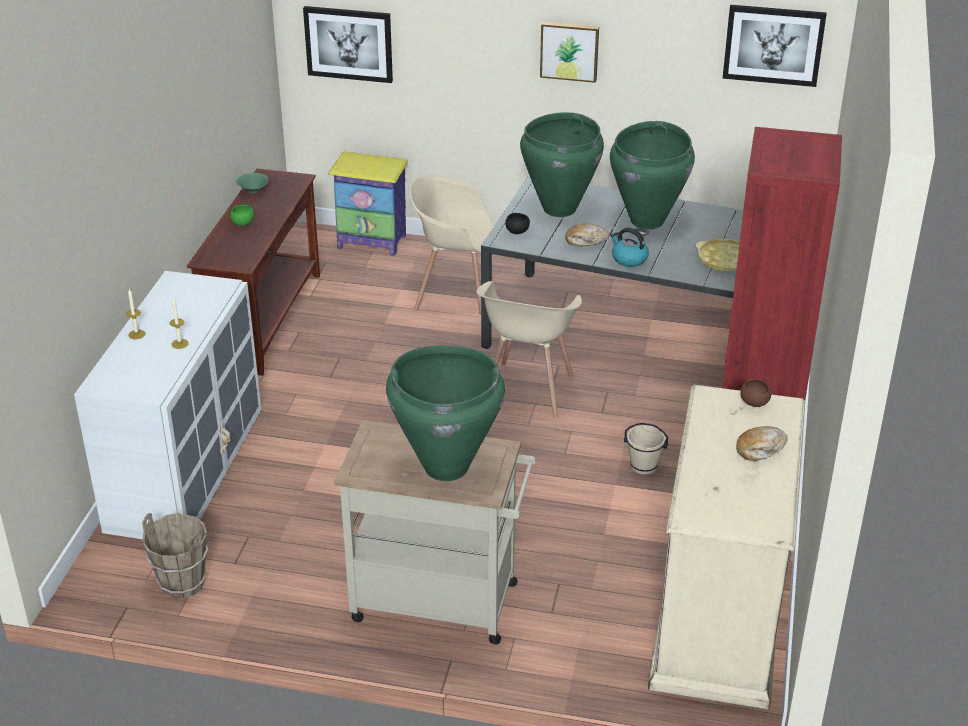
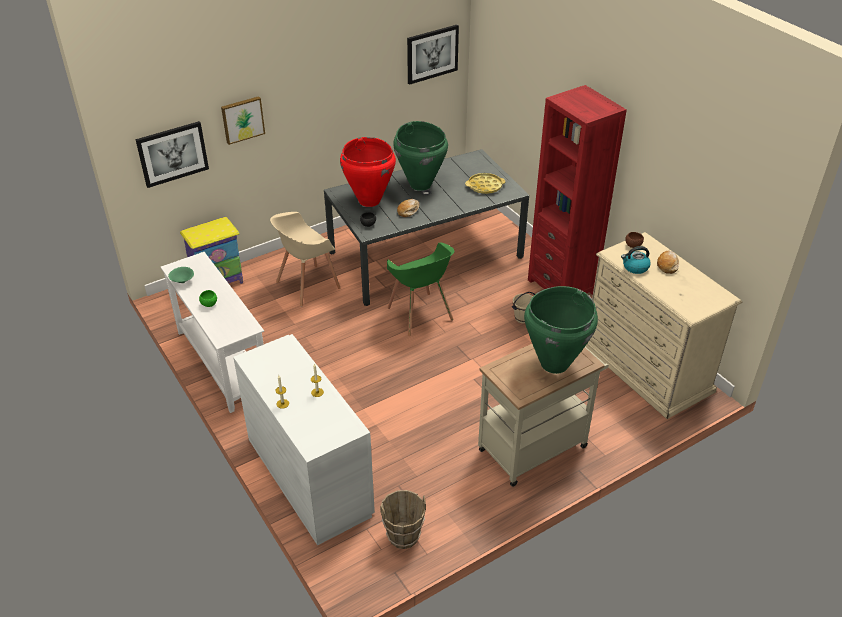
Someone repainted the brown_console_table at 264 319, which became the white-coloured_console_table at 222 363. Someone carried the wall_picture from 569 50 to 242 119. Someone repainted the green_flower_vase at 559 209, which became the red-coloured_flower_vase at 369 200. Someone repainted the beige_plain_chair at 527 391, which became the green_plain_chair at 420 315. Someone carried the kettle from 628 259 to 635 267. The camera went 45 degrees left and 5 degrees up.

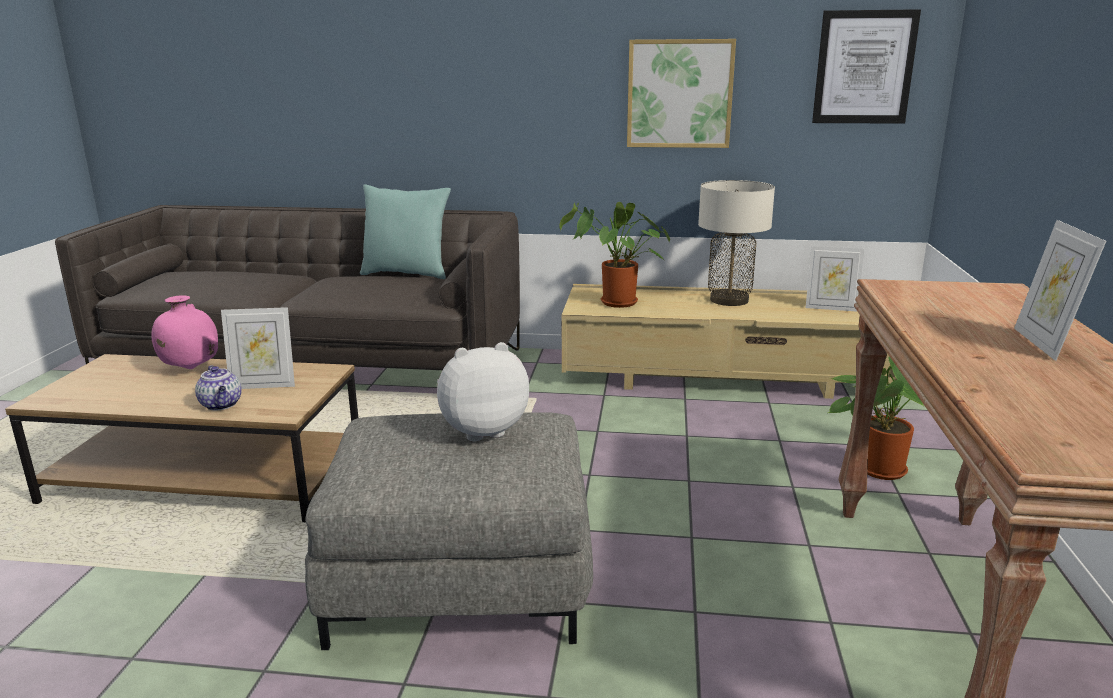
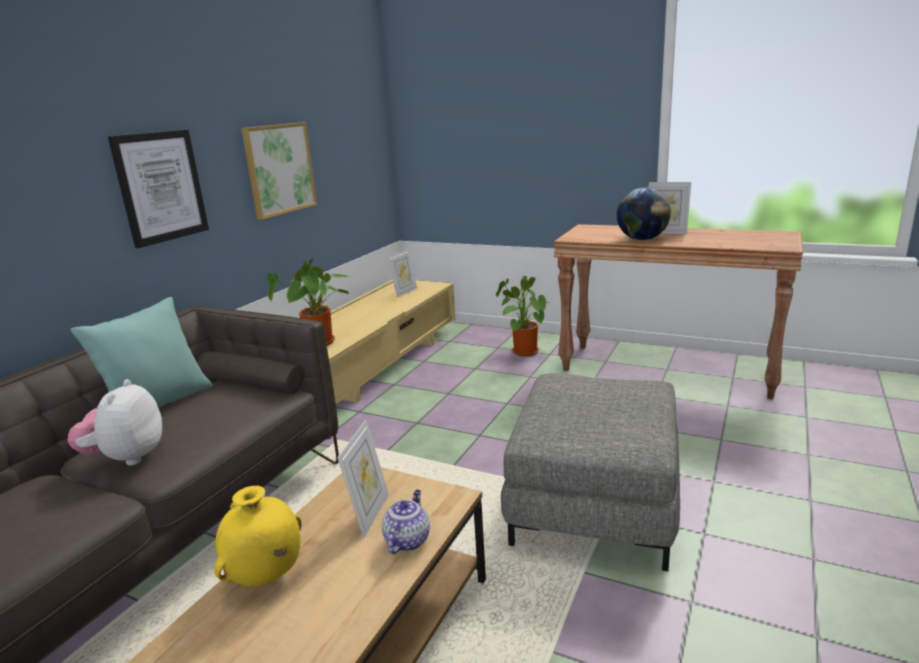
Someone carried the cuddly_toy from 481 430 to 127 458. Someone carried the wall_picture from 864 67 to 161 187. Someone repainted the pinkish_flower_vase at 190 369, which became the yellow_flower_vase at 266 577. Someone rotated the tea_pot at 222 405 by 60 degrees counterclockwise. Someone put down the globe at 641 239. Someone took away the lamp_for_a_table at 729 300. The camera went 70 degrees left and 0 degrees up.

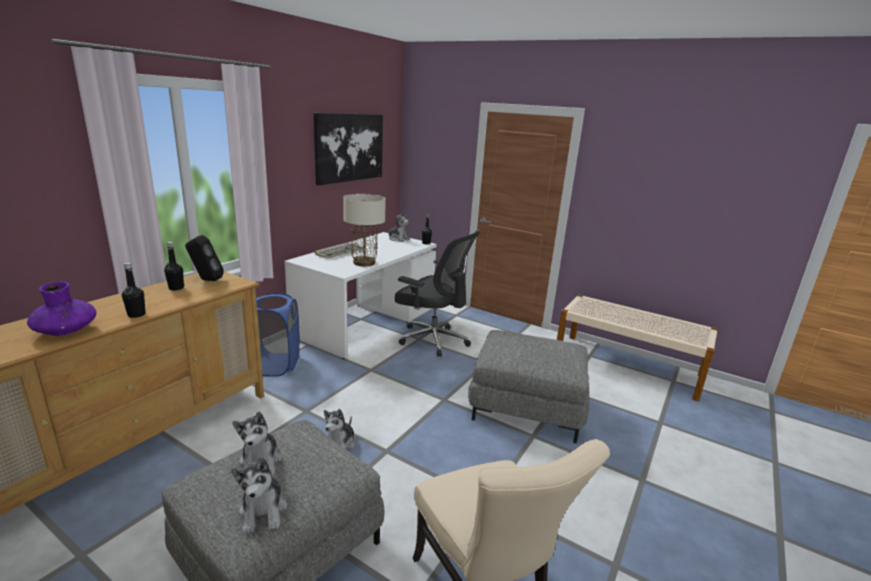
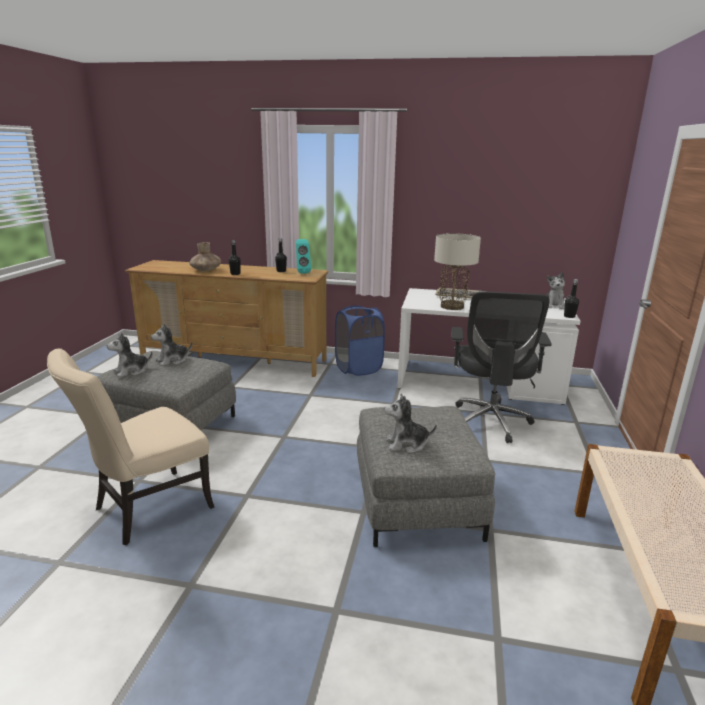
Someone repainted the purple-coloured_flower_vase at 66 331, which became the brown_flower_vase at 206 270. Someone repainted the black_audio_speaker at 206 280, which became the blue-green_audio_speaker at 302 272. Someone carried the cuddly_toy from 340 444 to 406 444. Someone took away the wall_picture at 349 147. The camera went 70 degrees right and 0 degrees up.

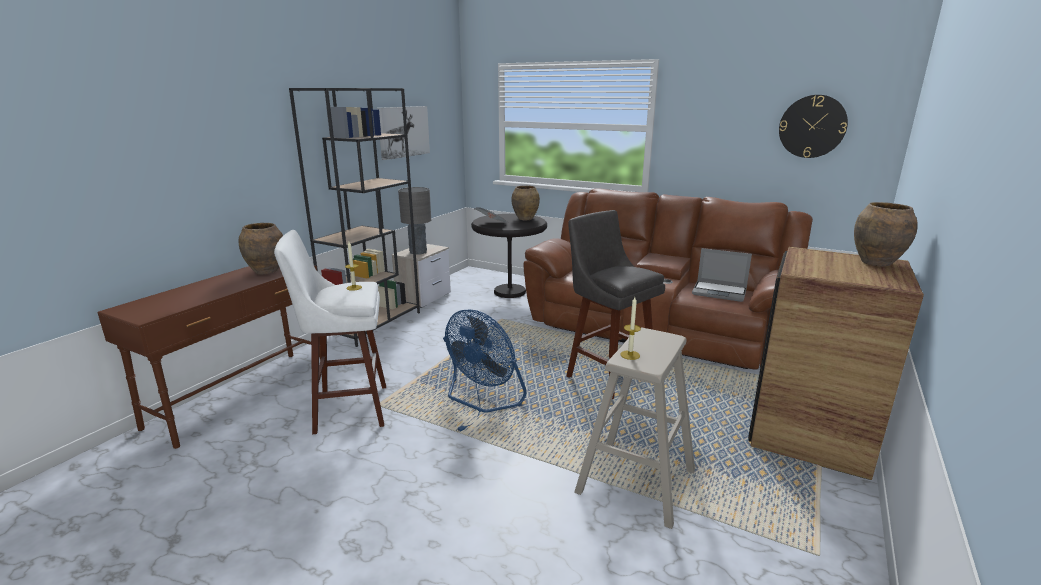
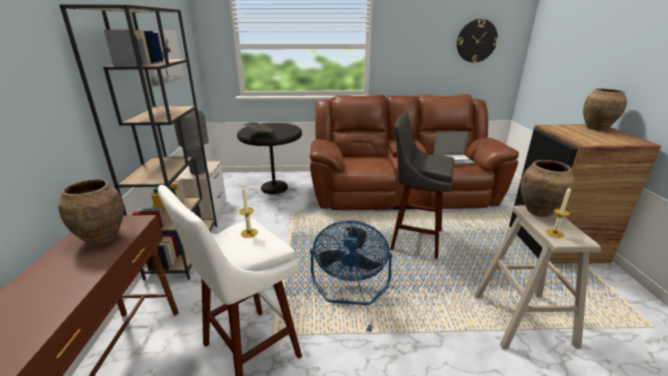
Someone carried the brown_flower_vase from 525 219 to 539 212. The camera went 30 degrees left and 5 degrees up.

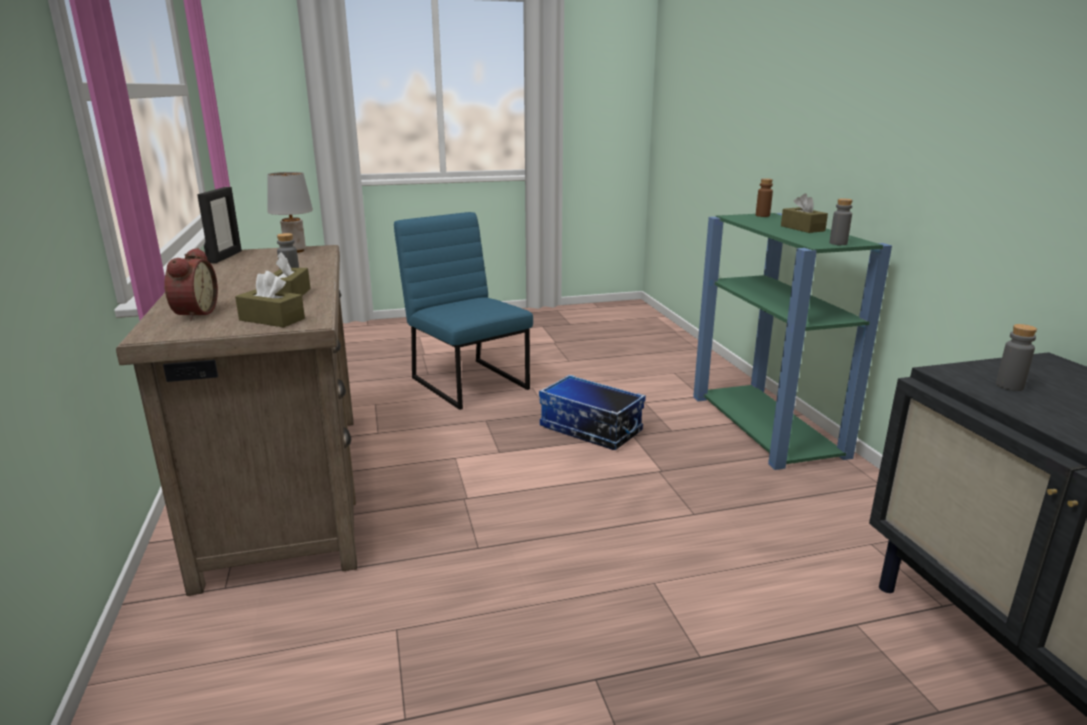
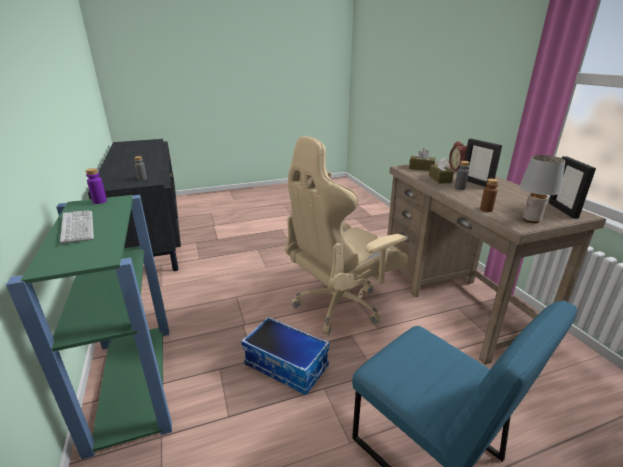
Someone swapped the brown_tissue_box at 802 228 for the computer_keyboard at 78 227. Someone repainted the greyish_beverage_bottle at 838 243, which became the purple-coloured_beverage_bottle at 100 201. Someone put down the beige_desk_chair at 342 304. Someone put down the photo_frame at 476 183. Someone carried the brown_beverage_bottle from 762 215 to 486 209. The camera went 175 degrees right and 5 degrees up.

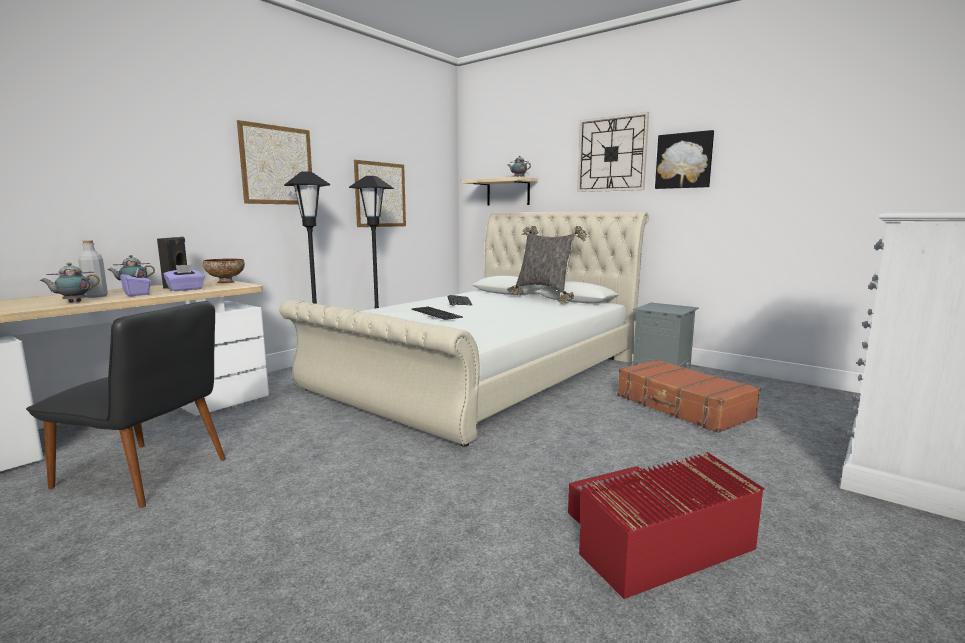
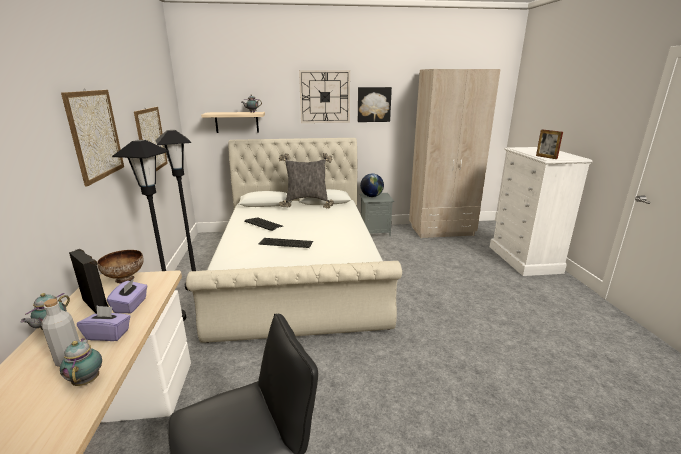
Someone rotated the tea_pot at 73 302 by 150 degrees clockwise. Someone put down the globe at 371 196. Someone put down the beige_clothes_cupboard at 442 230. Someone put down the photo_frame at 546 157. Someone took away the red-coloured_storage_bin at 650 540. Someone took away the brown_travel_case at 682 407. The camera went 45 degrees left and 10 degrees up.

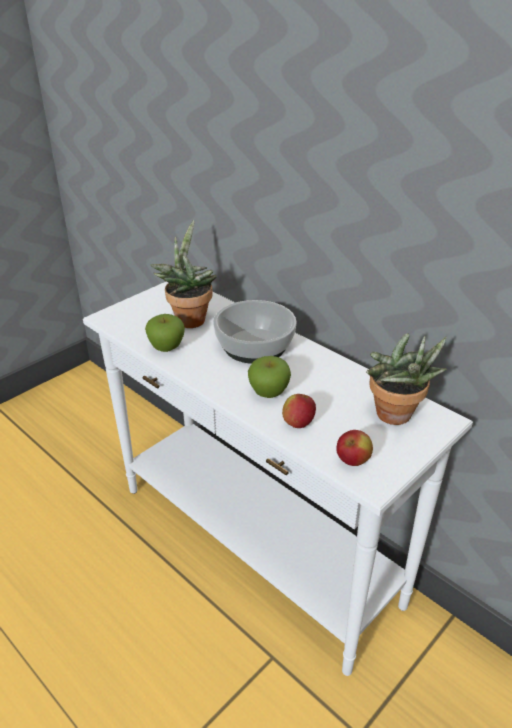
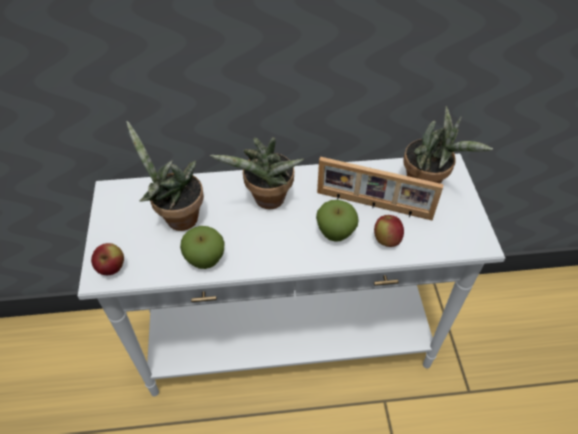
Someone carried the whole_apple from 353 461 to 111 268. Someone swapped the bowl at 255 346 for the houseplant at 267 202. Someone put down the photo_frame at 373 206. The camera went 50 degrees left and 15 degrees up.

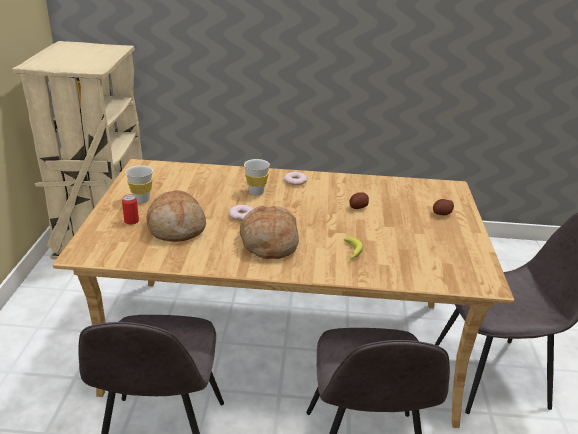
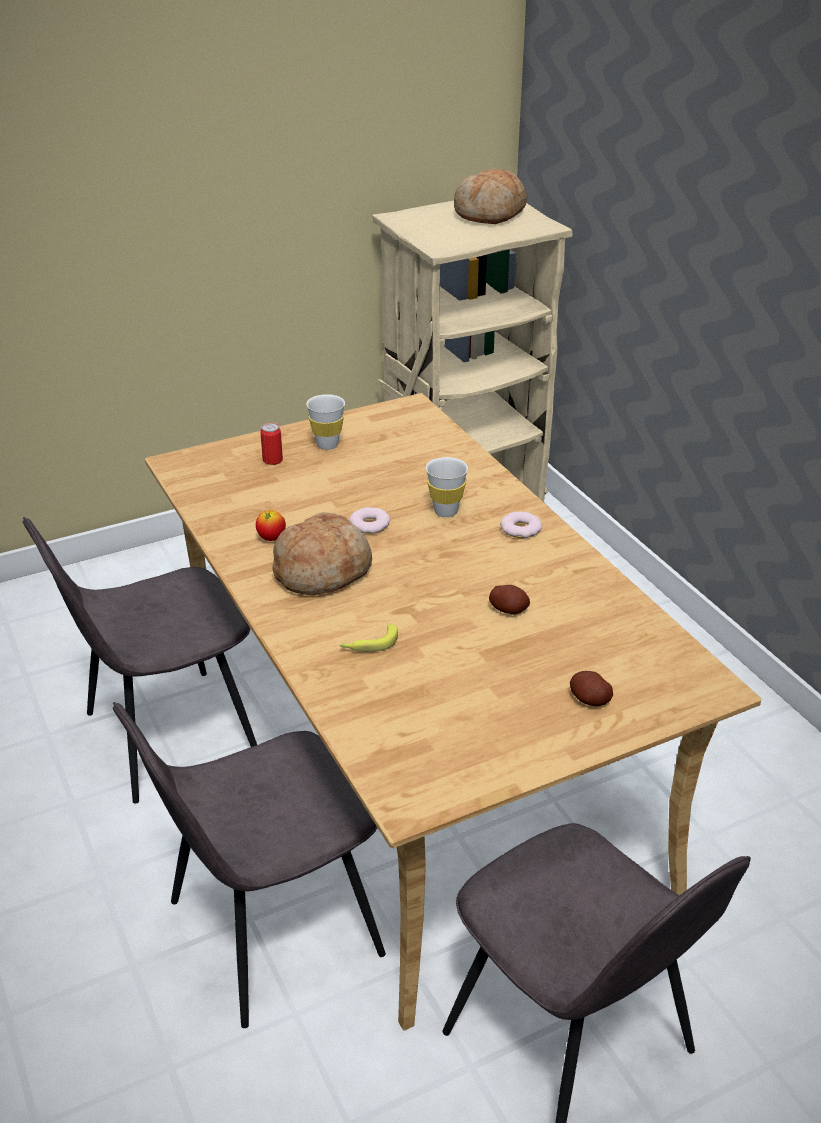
Someone put down the whole_apple at 271 538. Someone carried the bakery_bread from 176 227 to 490 213. The camera went 60 degrees right and 5 degrees up.

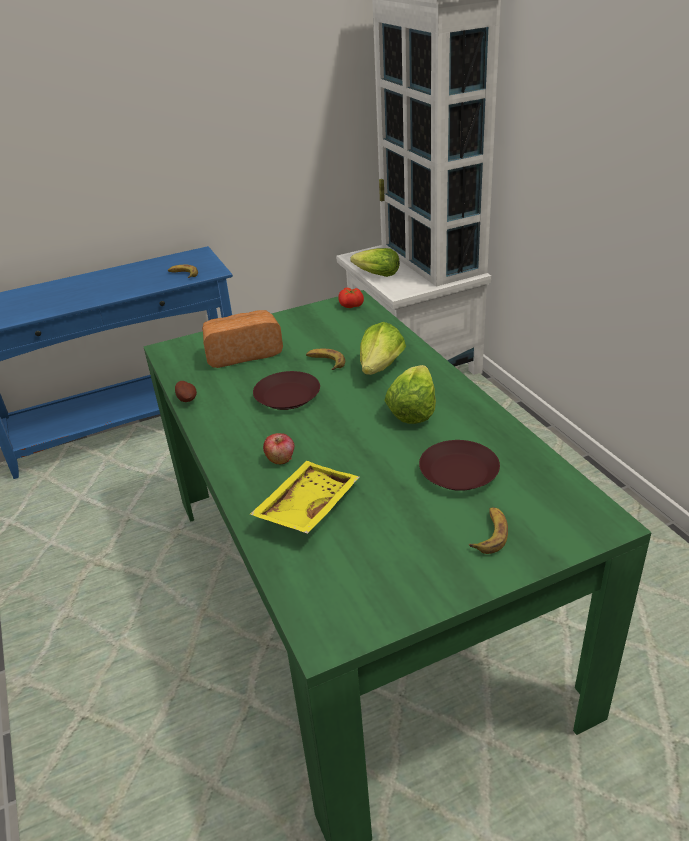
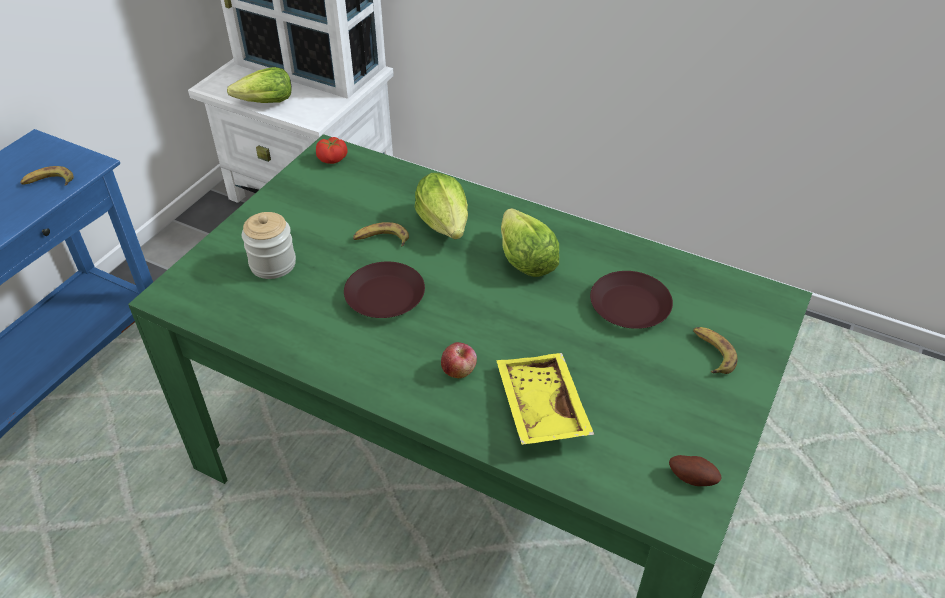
Someone swapped the bakery_bread at 243 353 for the storage_jar at 273 264. Someone carried the spud from 187 399 to 692 477. The camera went 40 degrees left and 10 degrees up.

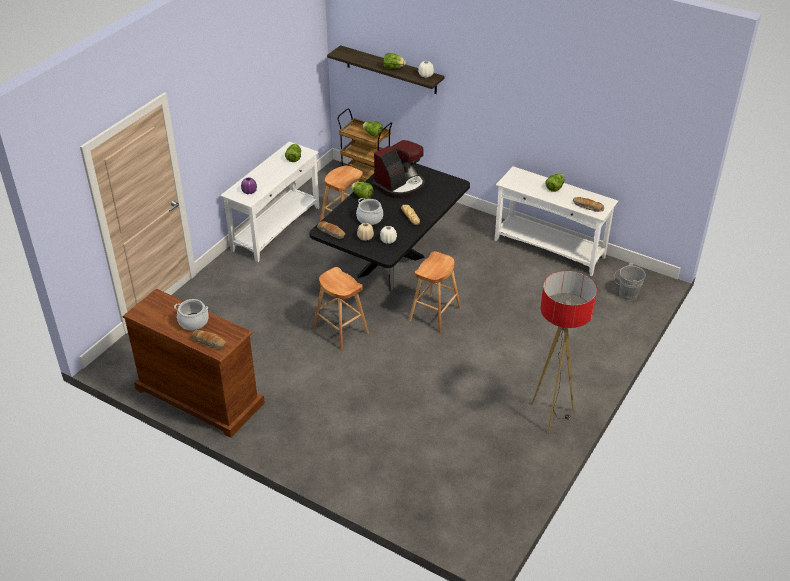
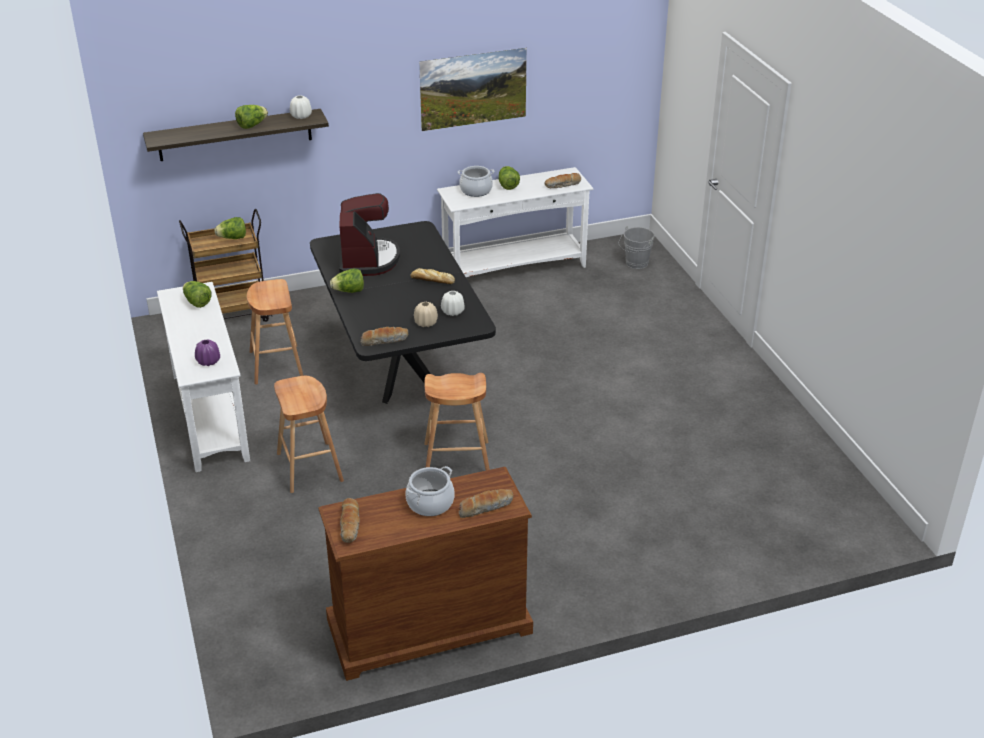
Someone carried the brown_stool_seat from 435 314 to 309 467. Someone put down the bakery_bread at 350 525. Someone put up the wall_picture at 474 106. Someone carried the cooking_pot from 370 218 to 476 190. Someone took away the standard_lamp at 551 416. The camera went 50 degrees left and 5 degrees down.

